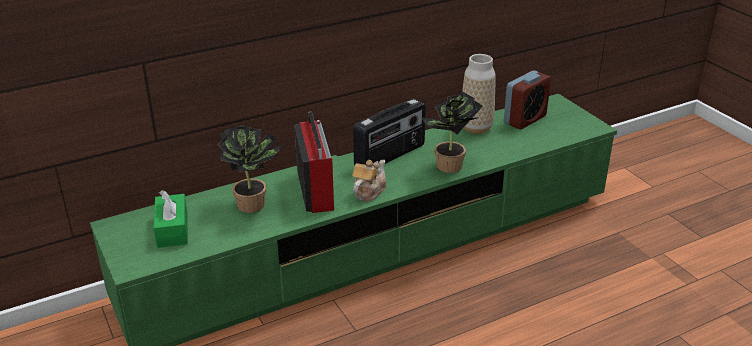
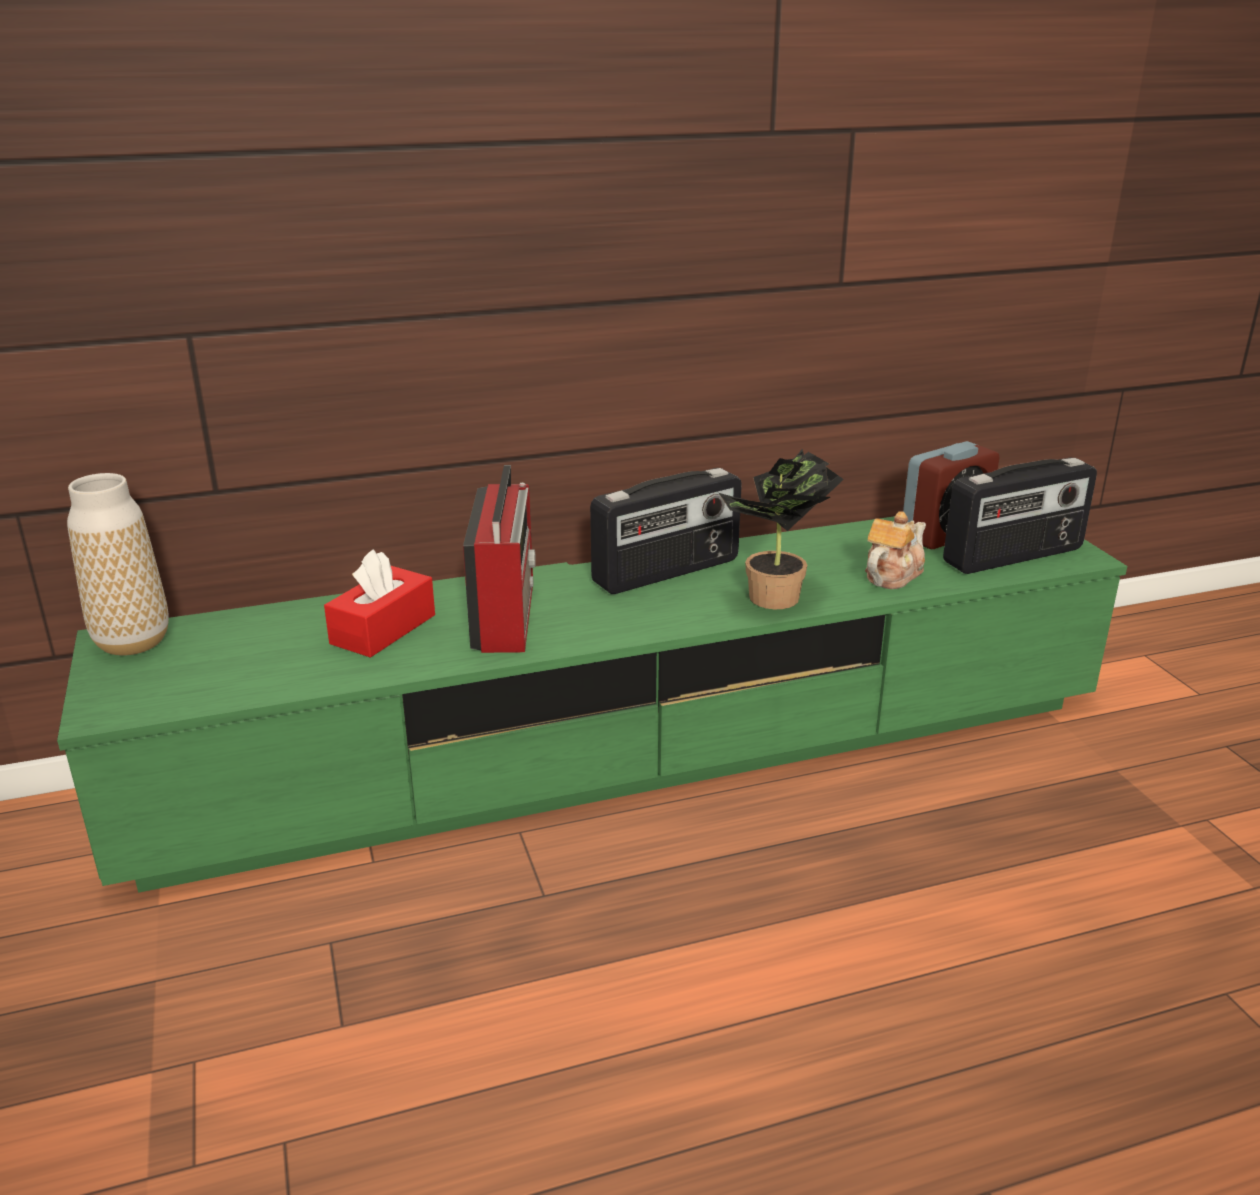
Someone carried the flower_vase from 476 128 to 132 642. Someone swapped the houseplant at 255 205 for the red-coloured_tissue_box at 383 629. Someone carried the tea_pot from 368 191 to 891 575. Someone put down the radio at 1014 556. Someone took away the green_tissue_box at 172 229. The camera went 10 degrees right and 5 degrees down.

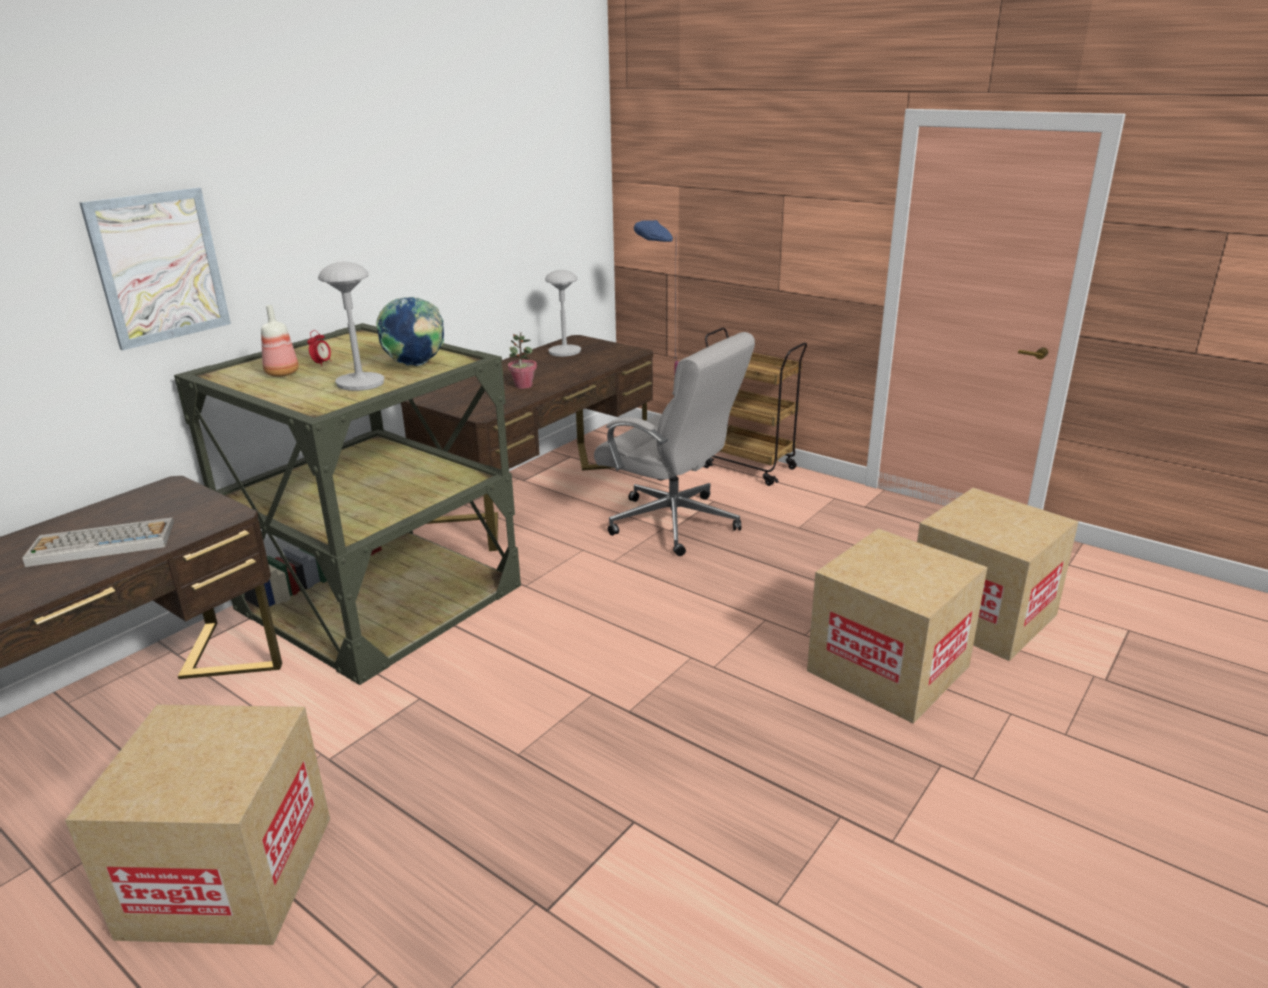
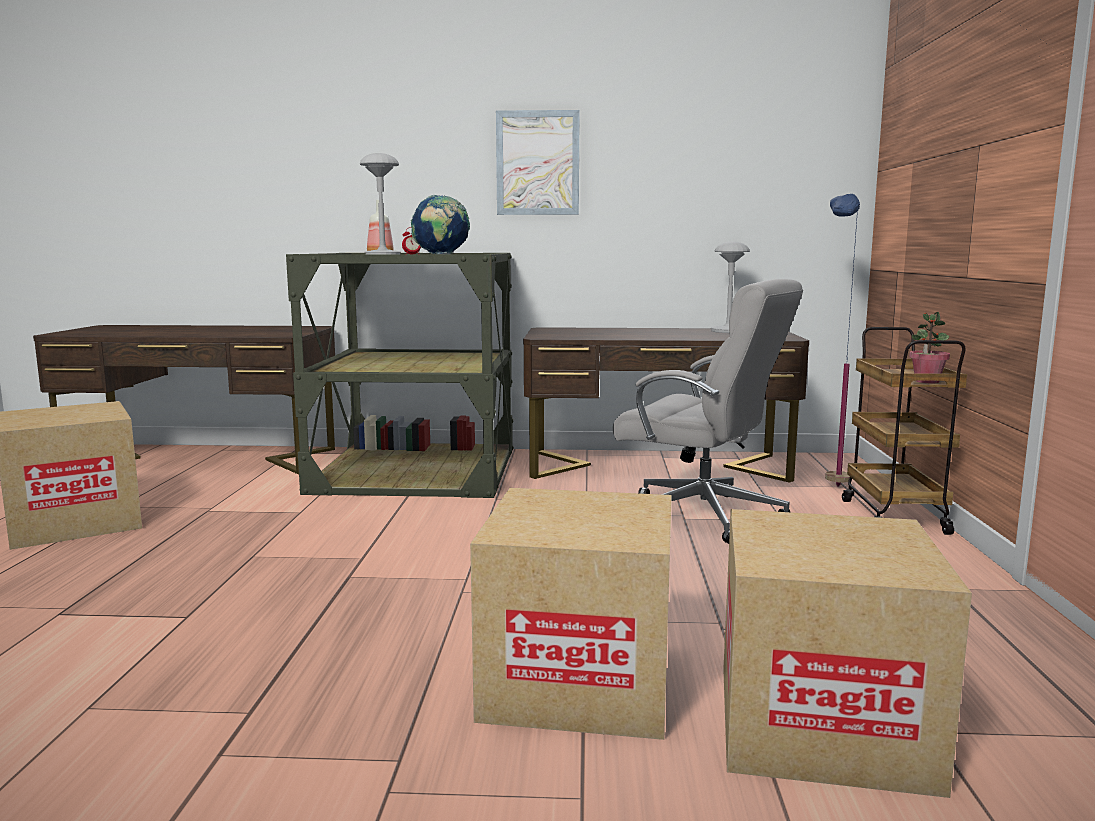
Someone carried the wall_picture from 159 267 to 537 163. Someone rotated the greyish_desk_chair at 673 522 by 60 degrees counterclockwise. Someone carried the houseplant from 523 385 to 926 381. Someone took away the computer_keyboard at 101 544. The camera went 55 degrees right and 15 degrees down.

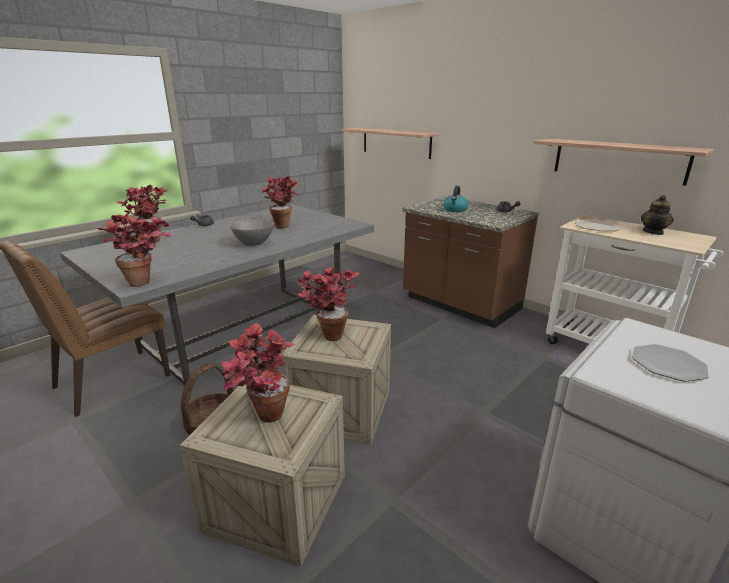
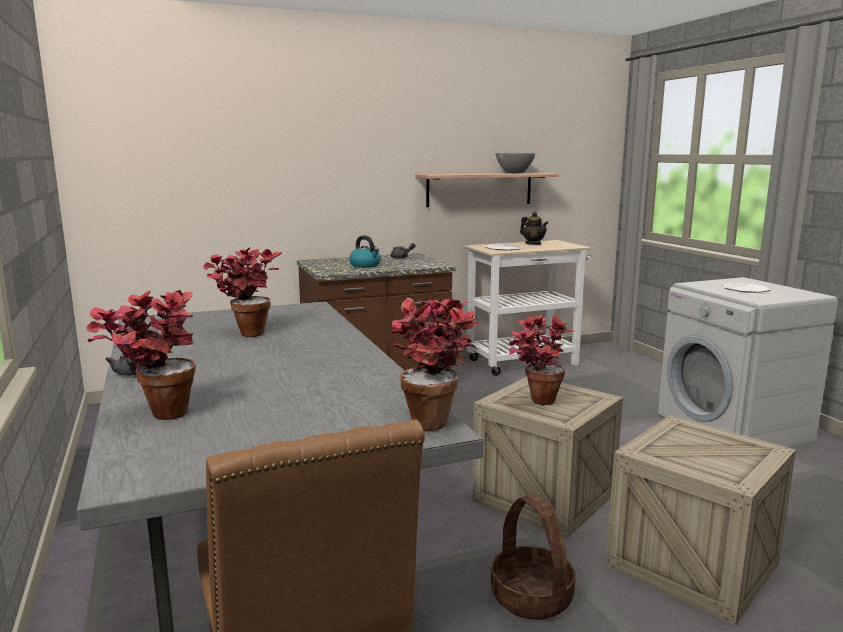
Someone carried the greyish_bowl from 254 244 to 514 173. Someone took away the houseplant at 262 420. Someone took away the bracket_shelf at 396 142. The camera went 65 degrees left and 10 degrees down.

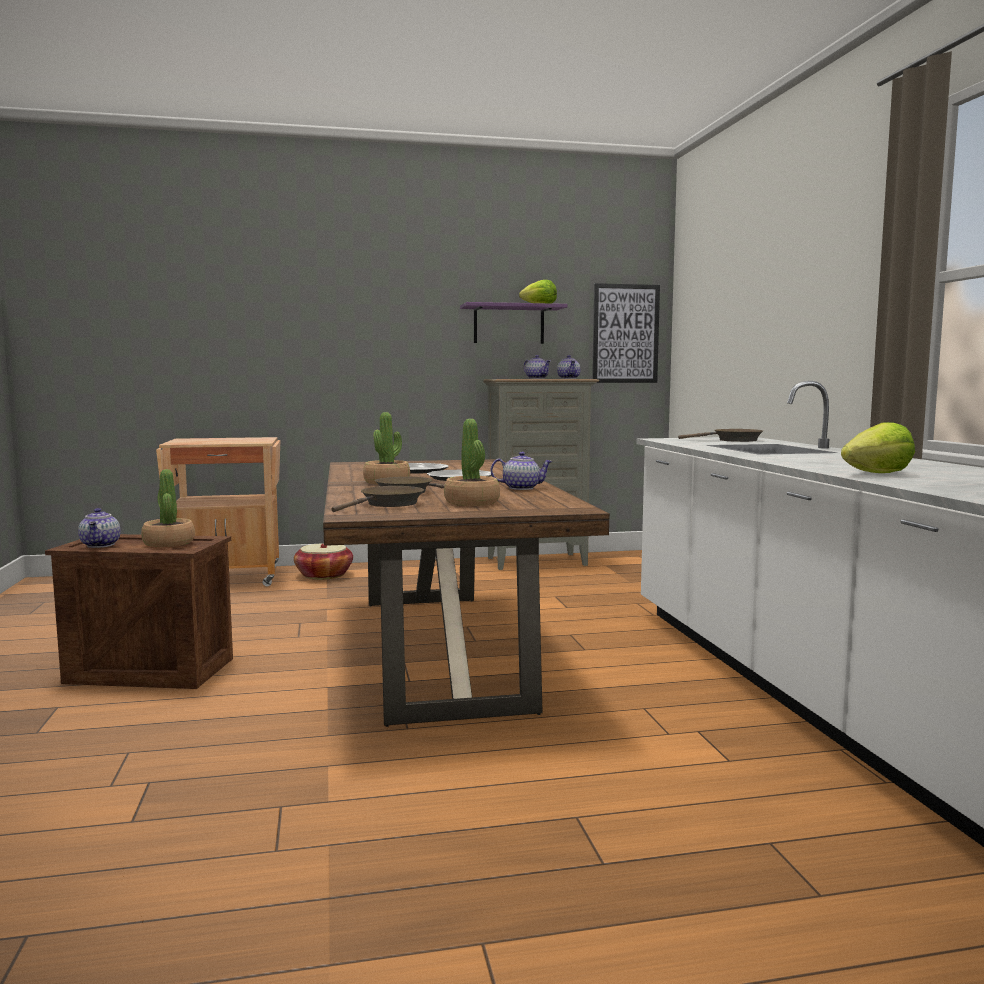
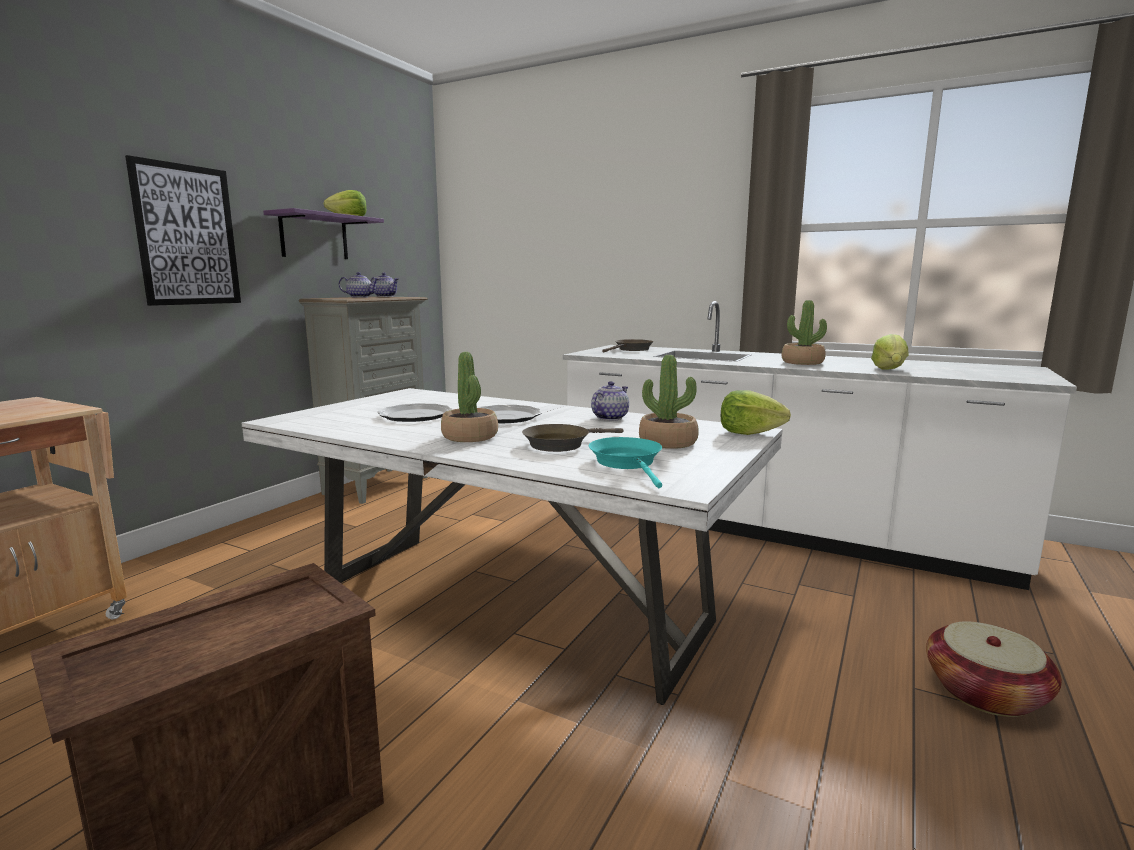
Someone carried the wall_picture from 625 334 to 187 235. Someone repainted the brown_dining_table at 437 649, which became the white-coloured_dining_table at 508 605. Someone repainted the brown_pan at 388 504, which became the blue-green_pan at 628 463. Someone put down the lettuce at 749 433. Someone carried the houseplant from 168 543 to 802 362. Someone carried the basket from 324 575 to 985 693. Someone took away the tea_pot at 101 545. The camera went 50 degrees left and 5 degrees up.

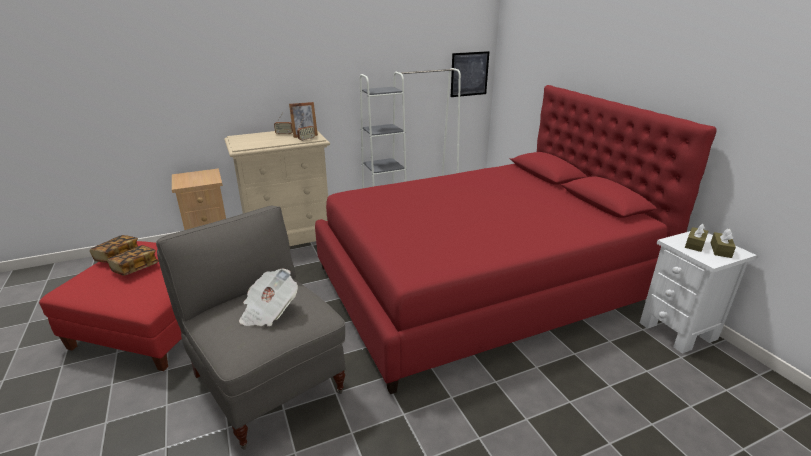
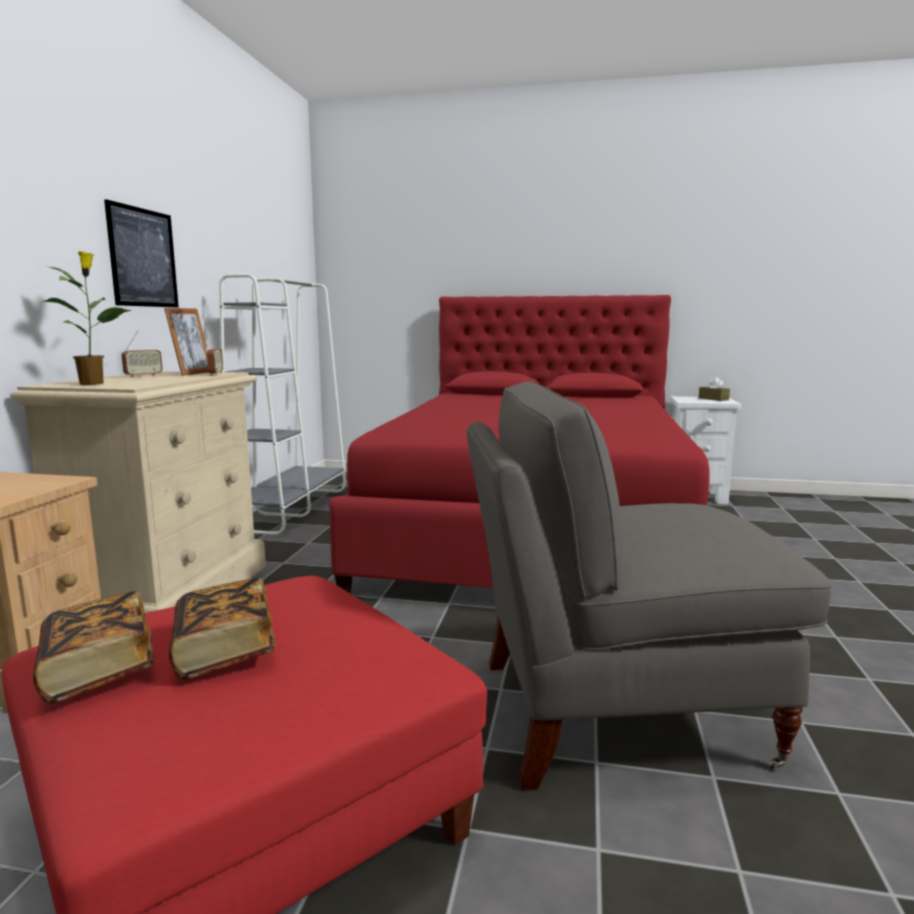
Someone put down the houseplant at 93 383. Someone carried the wall_picture from 469 74 to 143 258. Someone took away the daily_paper at 269 311. Someone took away the brown_tissue_box at 695 244. The camera went 55 degrees left and 15 degrees down.

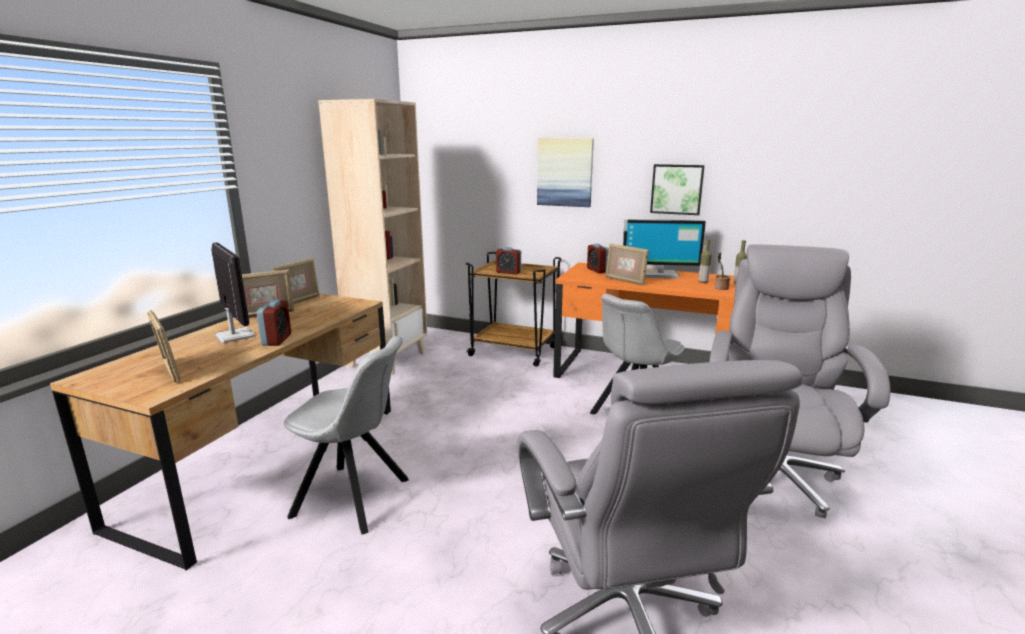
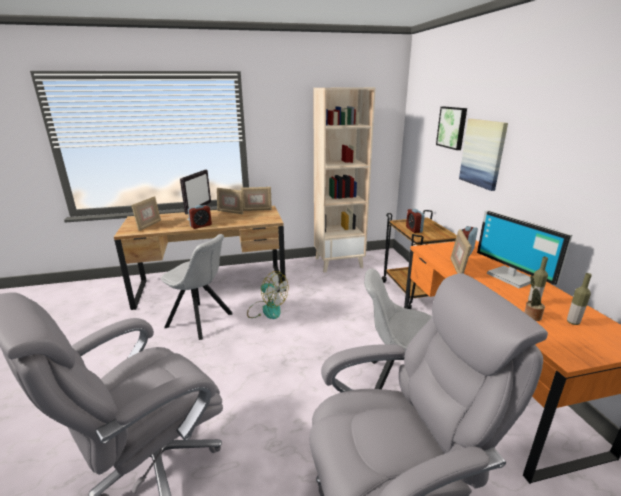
Someone rotated the greyish_plain_chair at 354 498 by 45 degrees counterclockwise. Someone put down the fan at 267 309. Someone carried the wall_picture from 677 189 to 452 127. The camera went 55 degrees right and 5 degrees up.

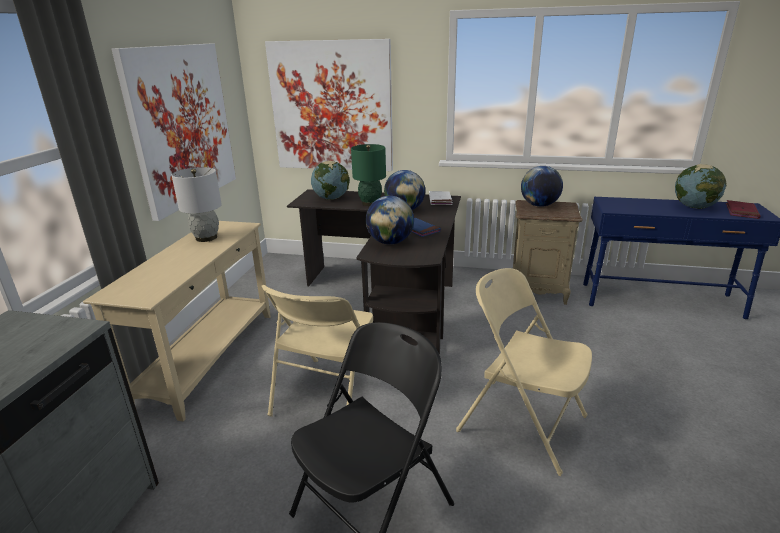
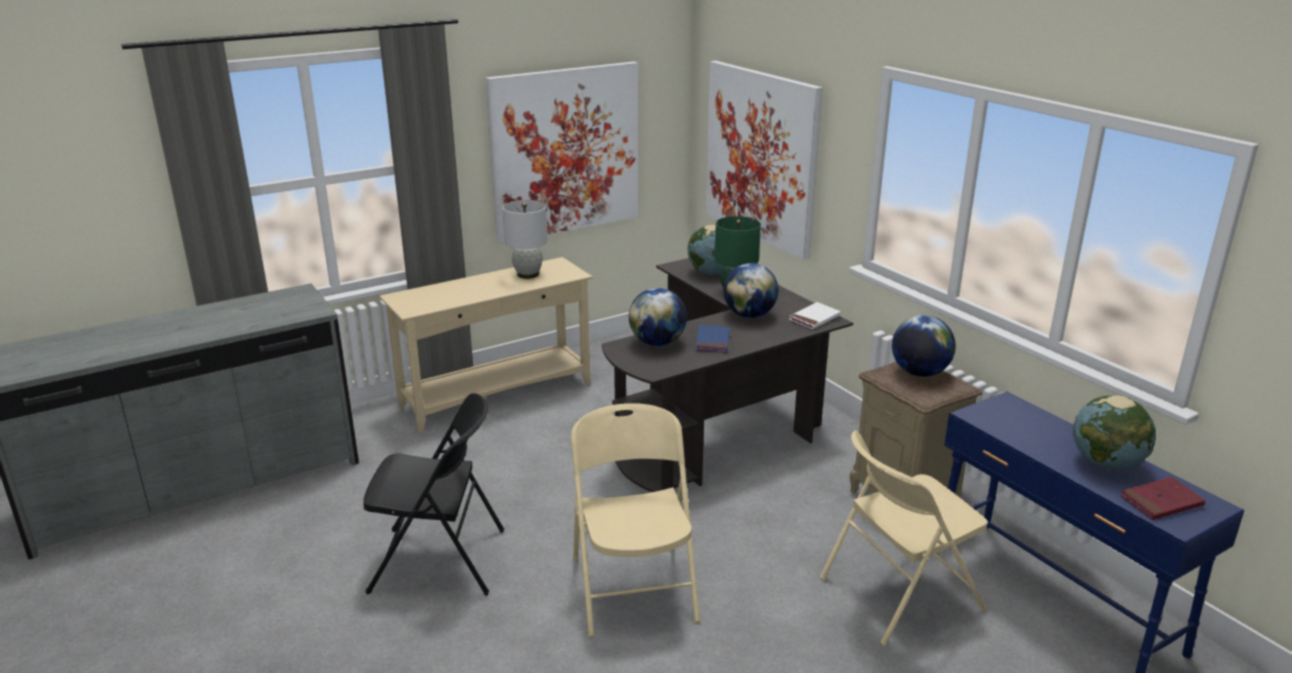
Someone carried the beige_plain_chair from 328 394 to 900 594. The camera went 45 degrees right and 0 degrees up.

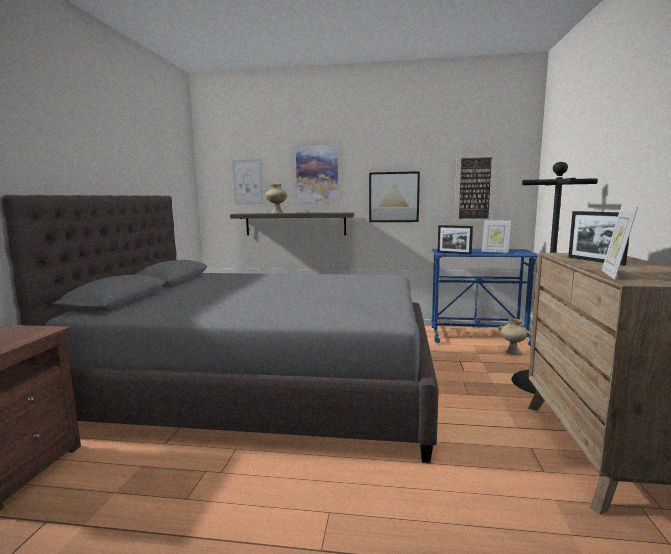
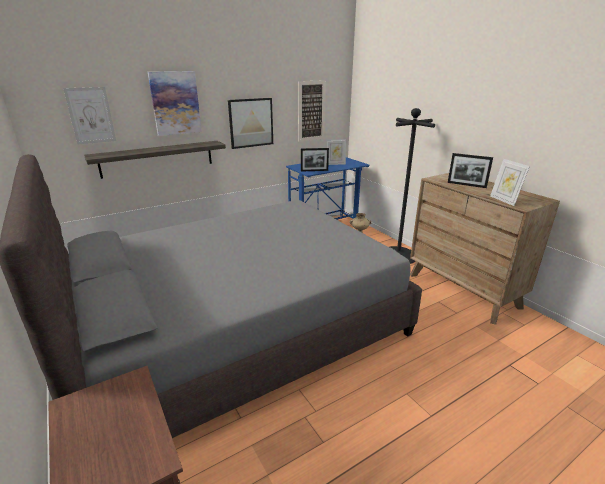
Someone took away the beige_flower_vase at 276 213. The camera went 40 degrees left and 15 degrees up.

